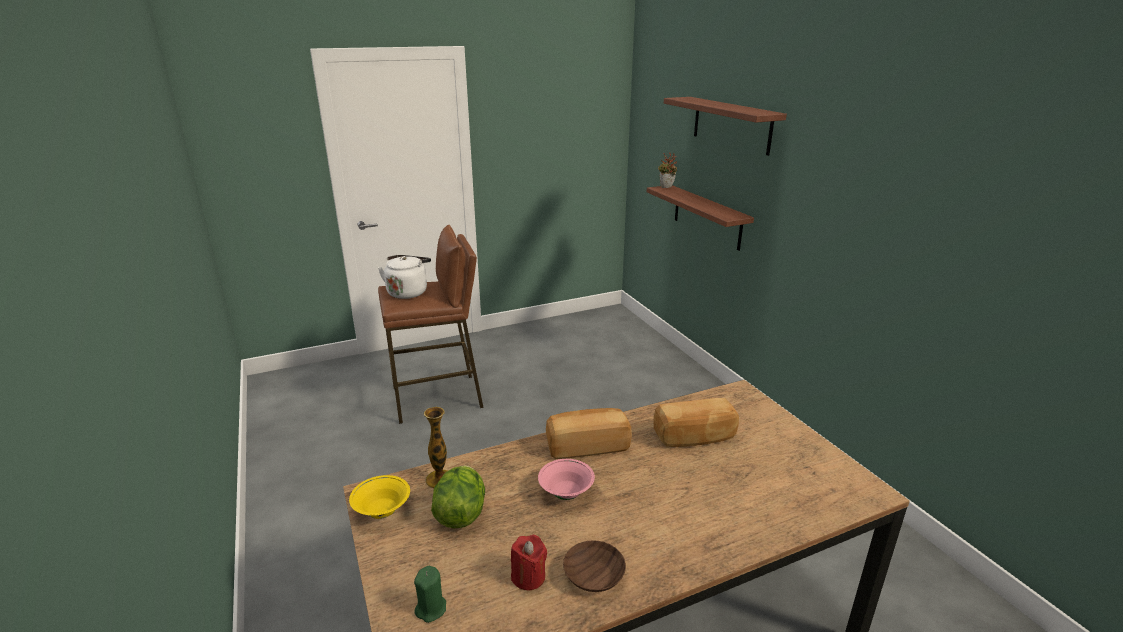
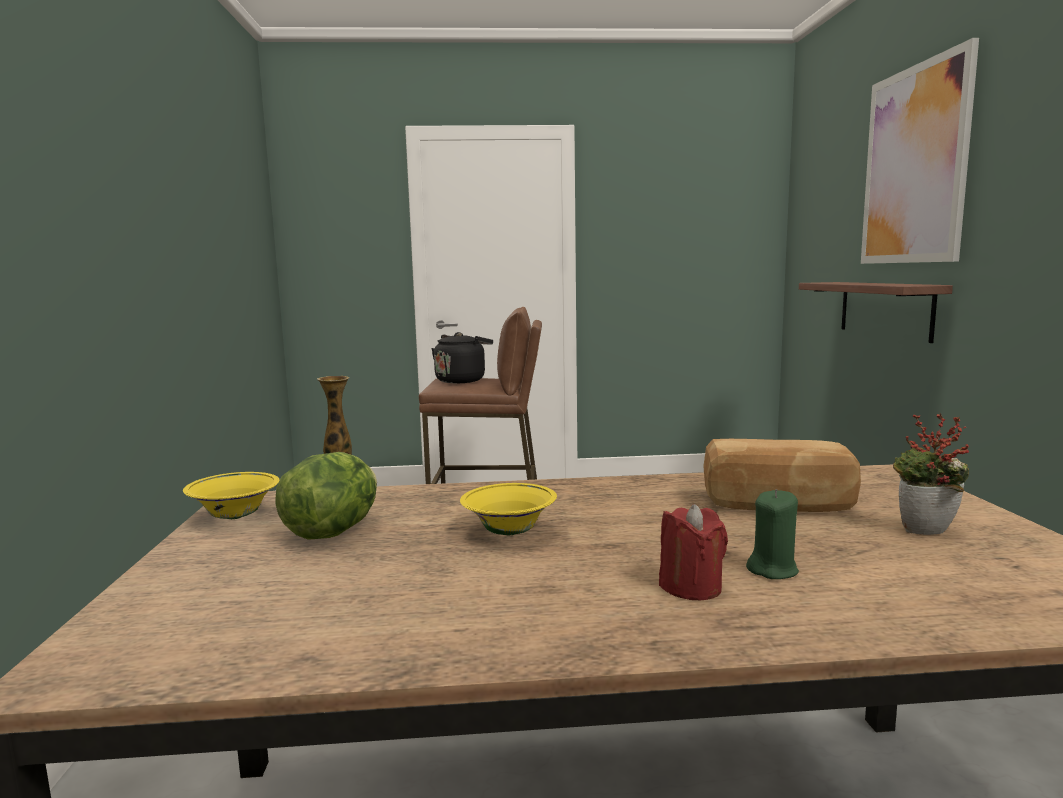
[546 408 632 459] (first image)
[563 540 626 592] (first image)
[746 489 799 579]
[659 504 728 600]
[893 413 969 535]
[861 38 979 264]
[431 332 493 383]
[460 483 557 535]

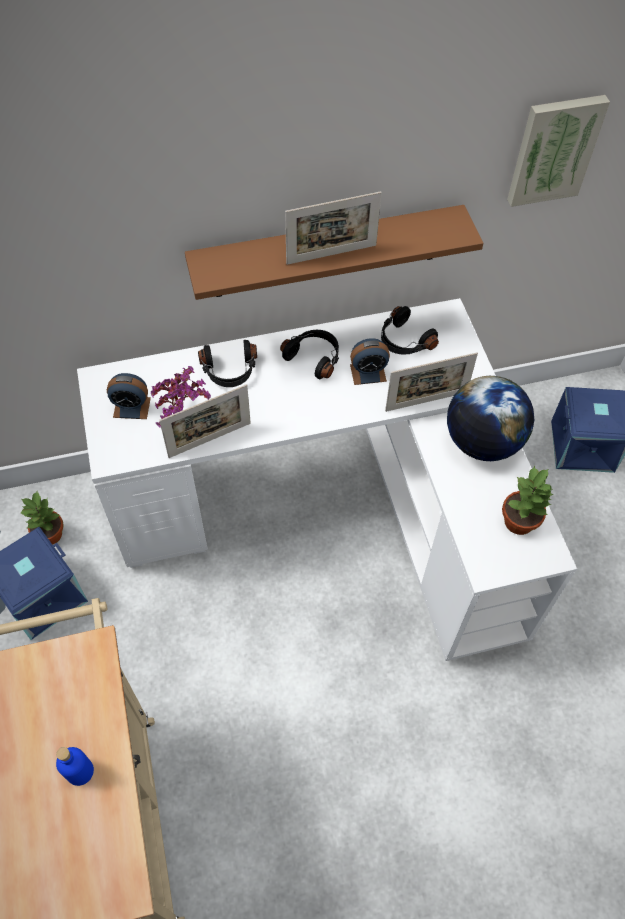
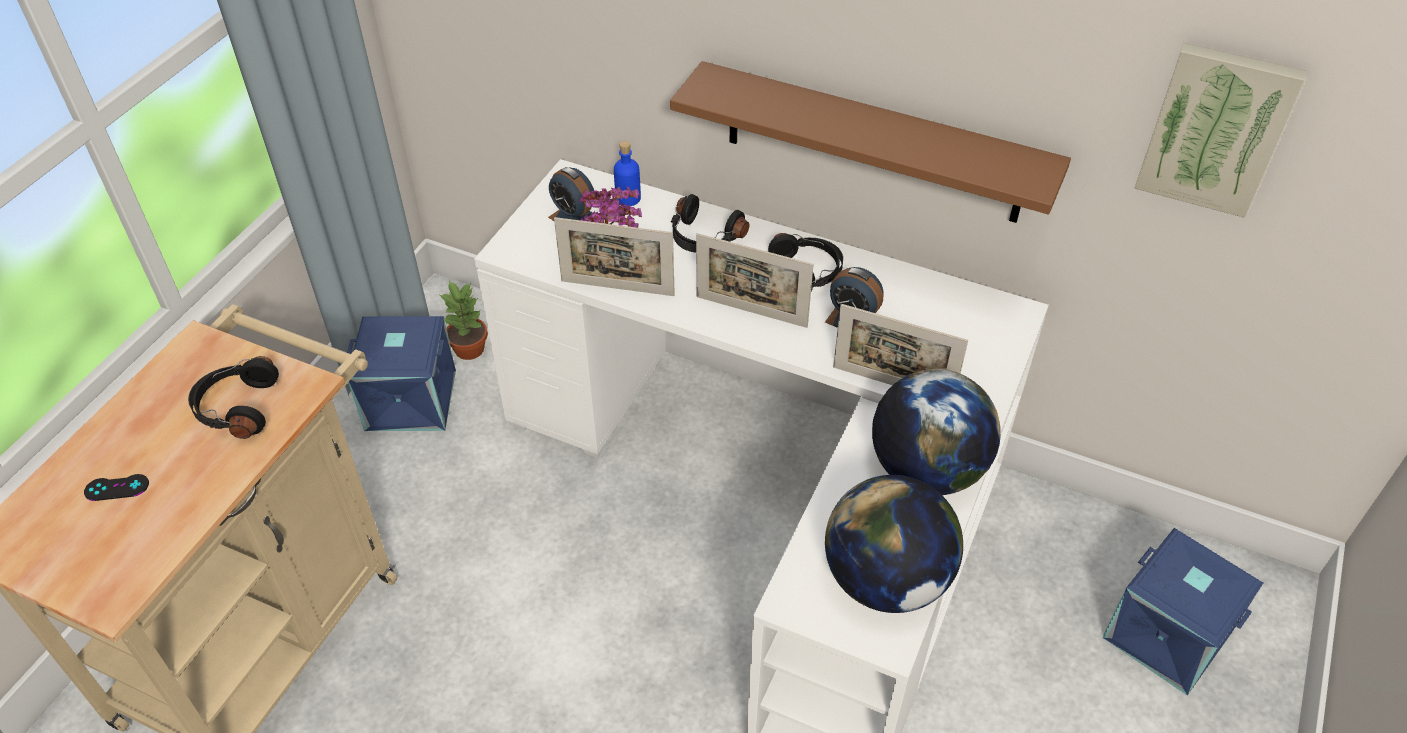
[84 474 149 501]
[614 141 641 206]
[696 233 814 328]
[188 356 279 439]
[825 475 963 613]

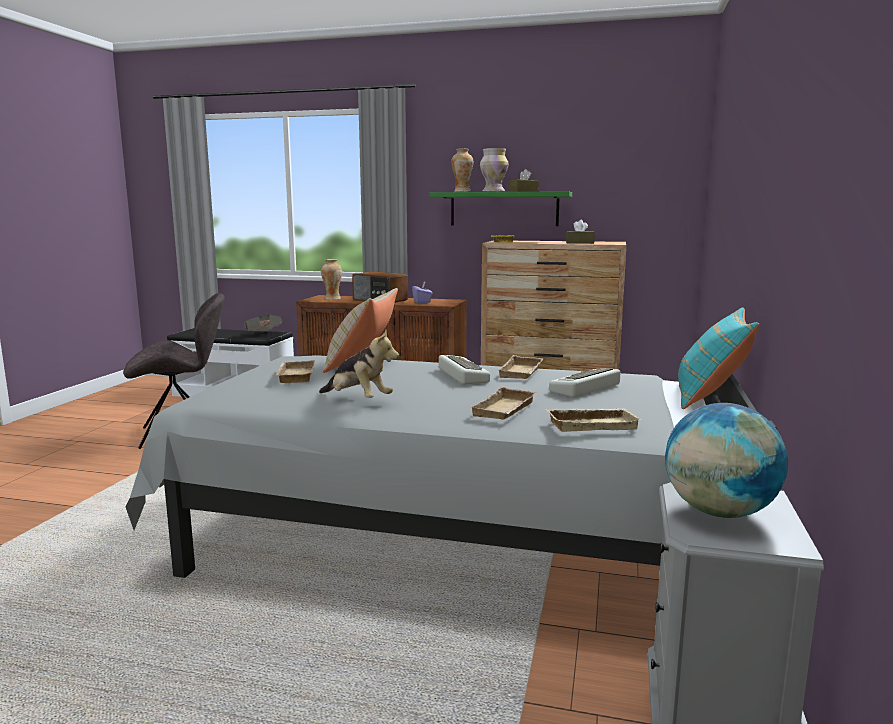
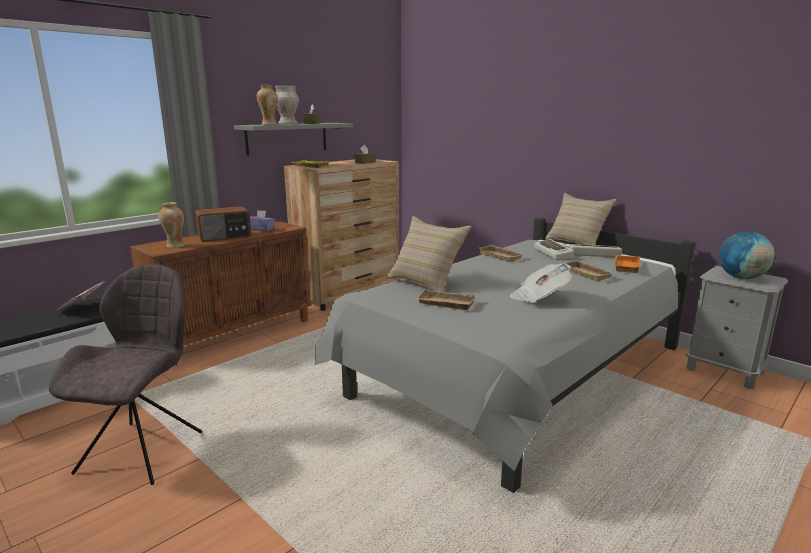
[569 244 622 257]
[510 263 572 303]
[234 123 353 155]
[614 255 641 273]
[545 193 617 245]

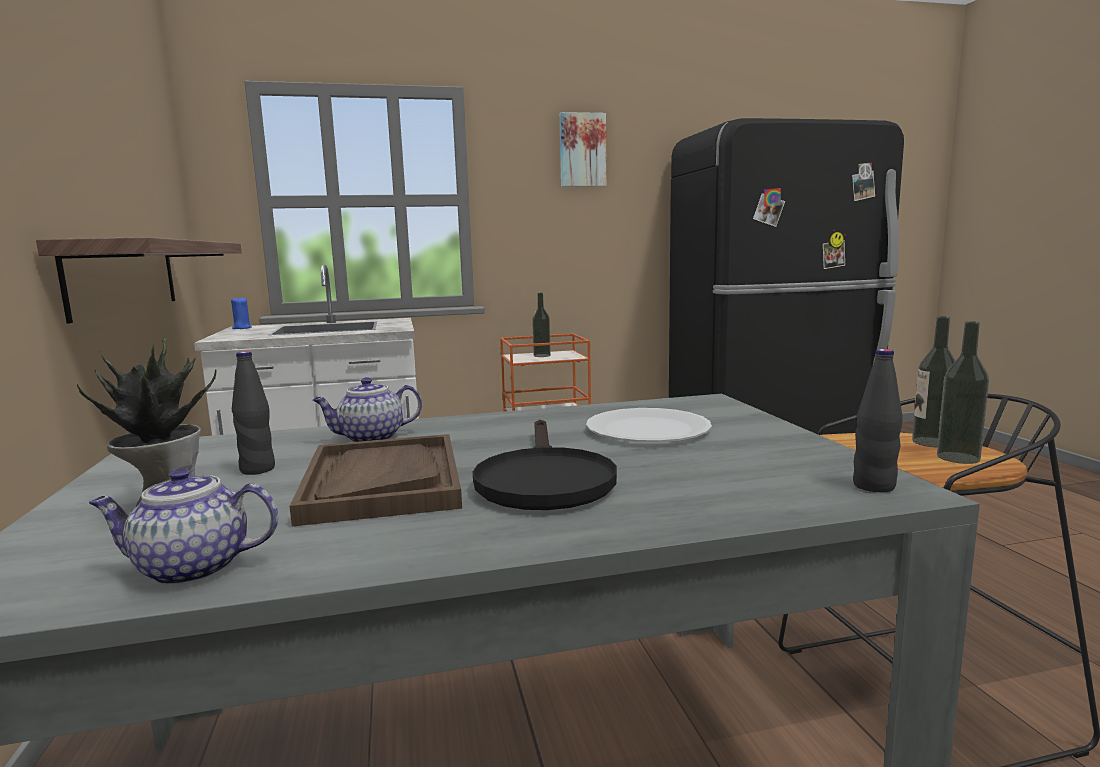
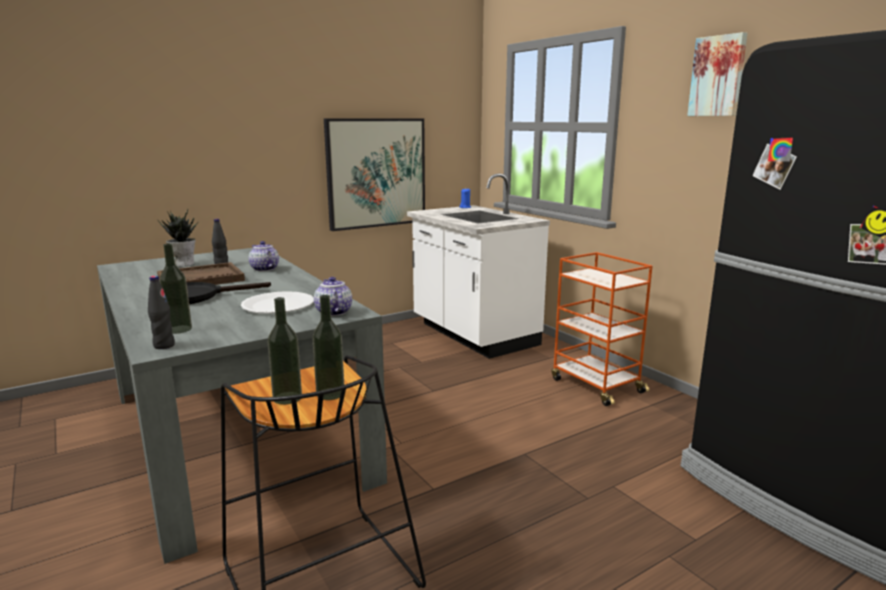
[314 277 352 316]
[159 243 192 334]
[324 118 425 231]

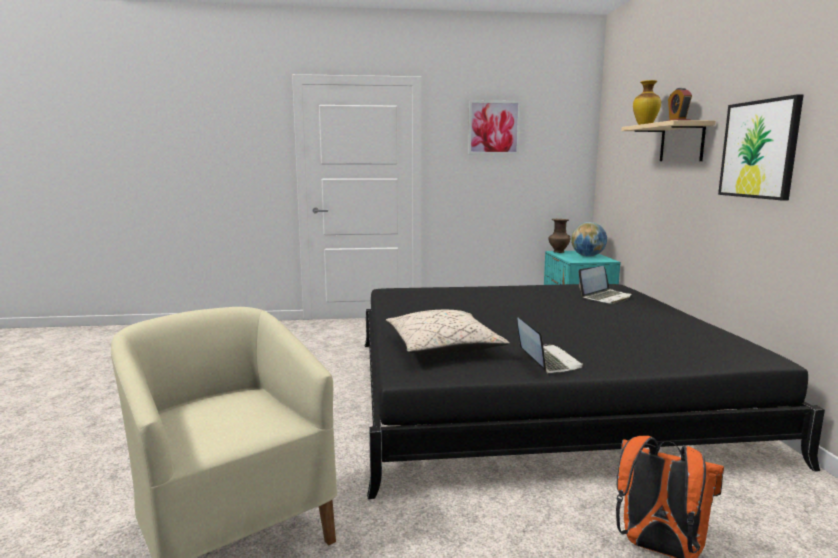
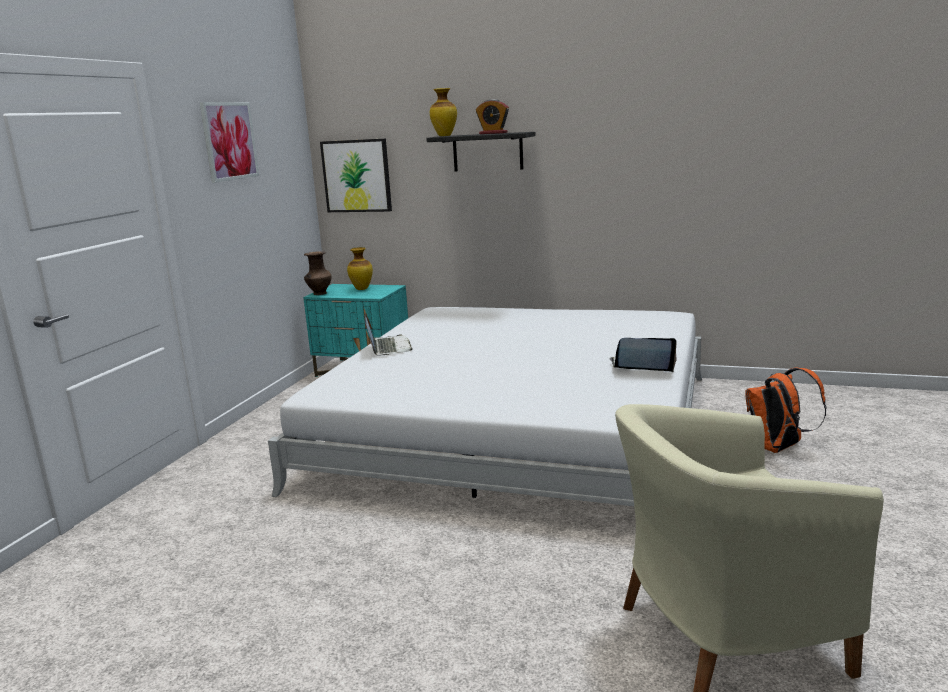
[386 310 510 355] (first image)
[365 314 413 356]
[320 138 392 212]
[347 247 373 290]
[268 307 702 506]
[426 132 536 172]

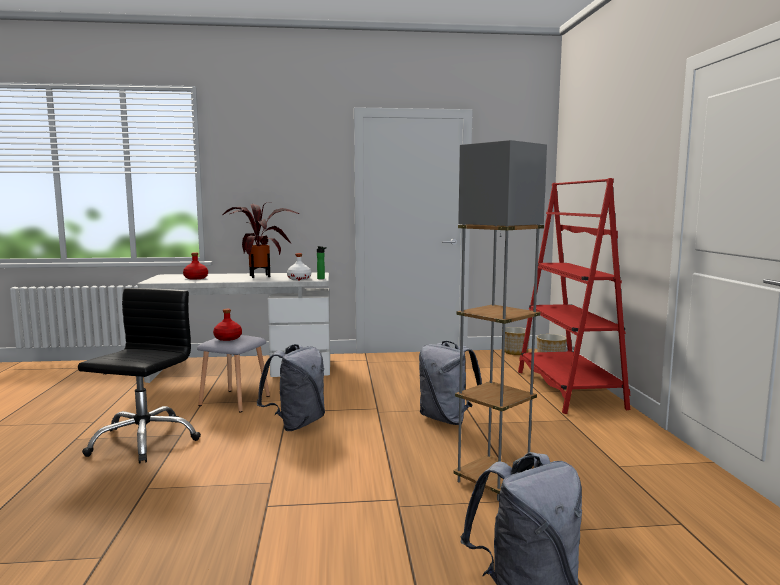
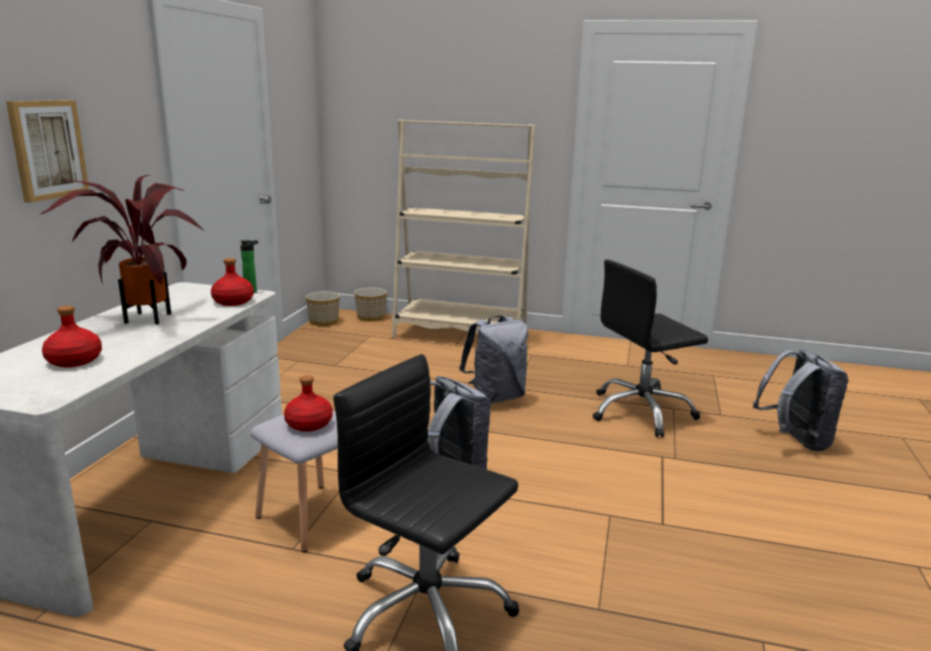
[6 100 89 203]
[593 260 708 437]
[211 258 254 306]
[392 119 536 338]

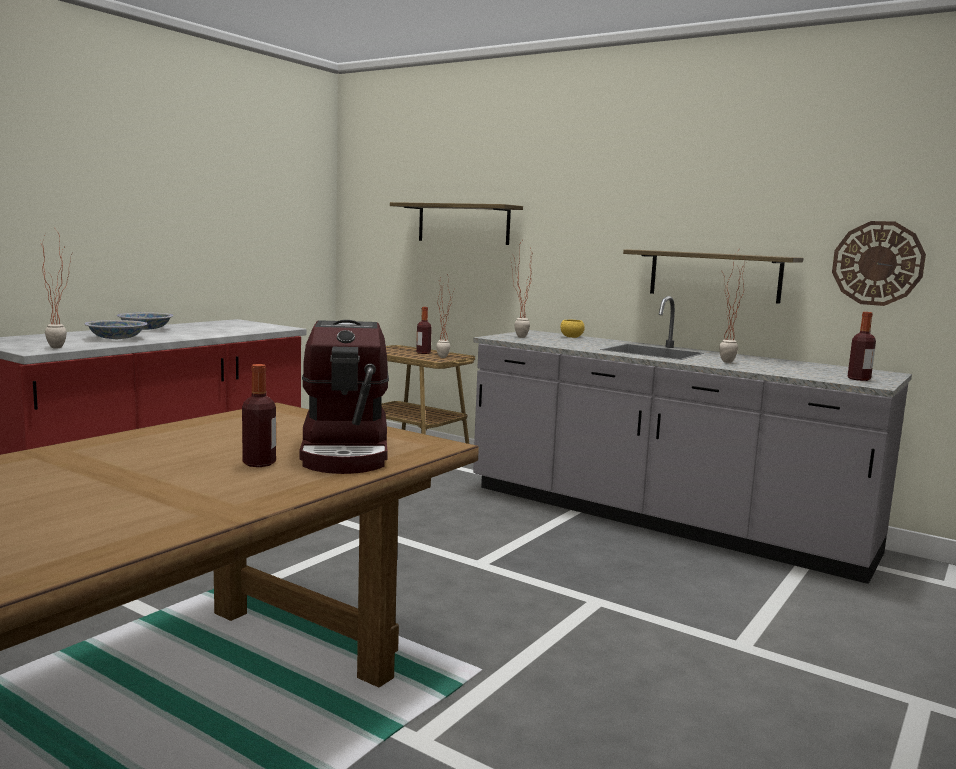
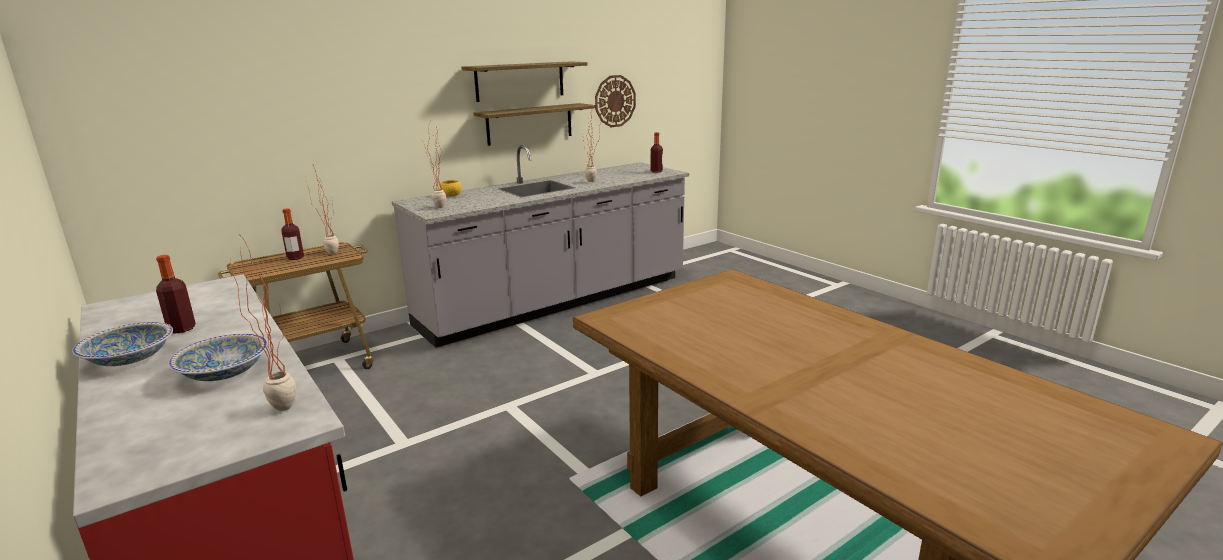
[299 320 389 474] (first image)
[156 255 196 334]
[461 61 588 102]

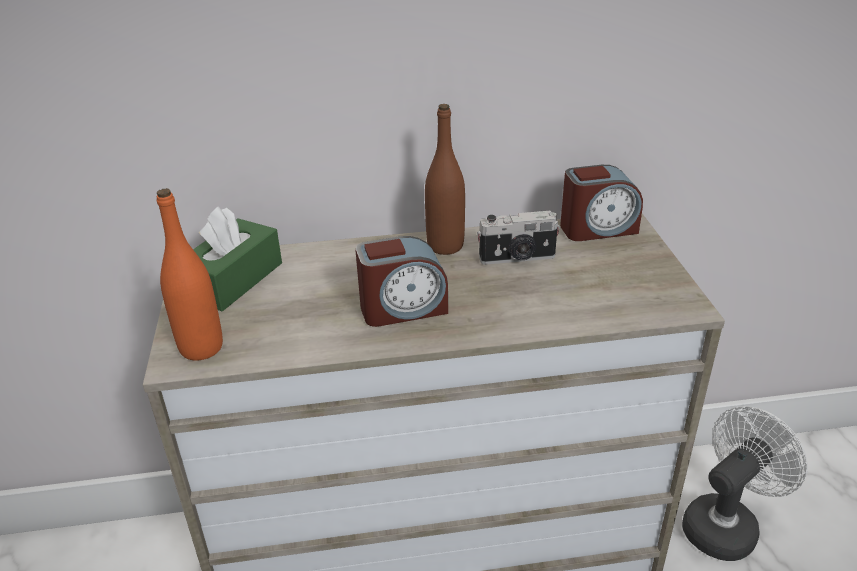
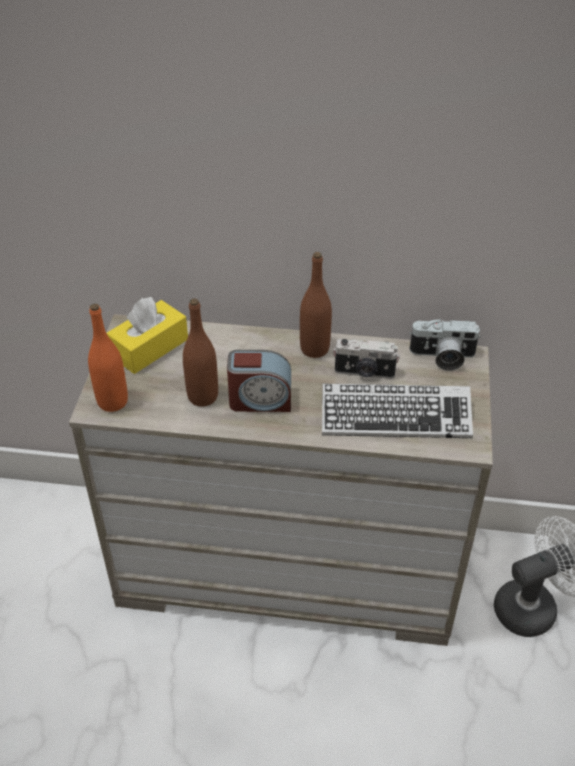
[183 298 218 406]
[322 384 473 438]
[409 319 481 371]
[107 297 188 374]

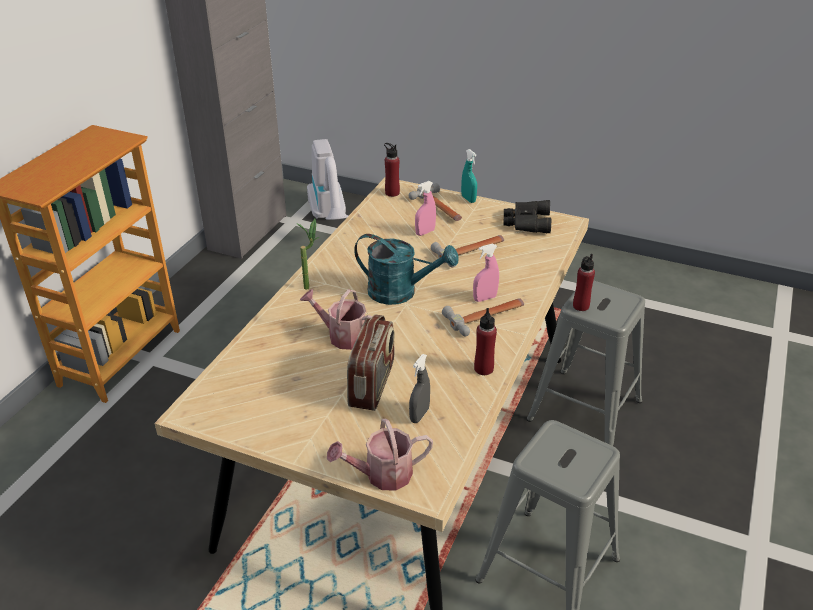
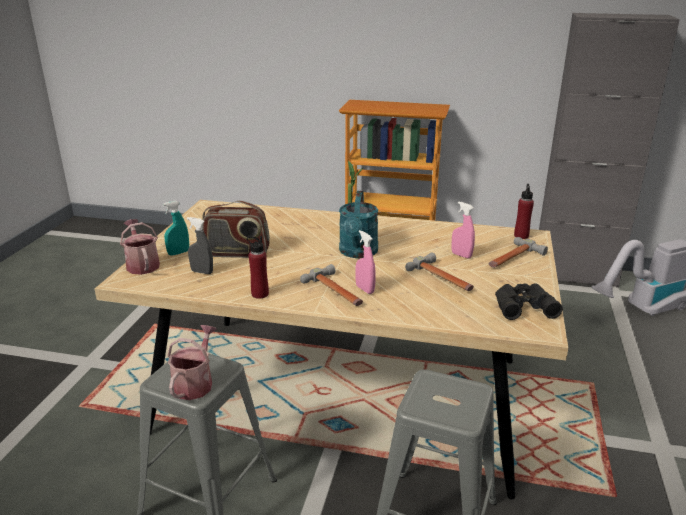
[573 254 595 311] (first image)
[168 325 217 400]
[163 201 189 256]

